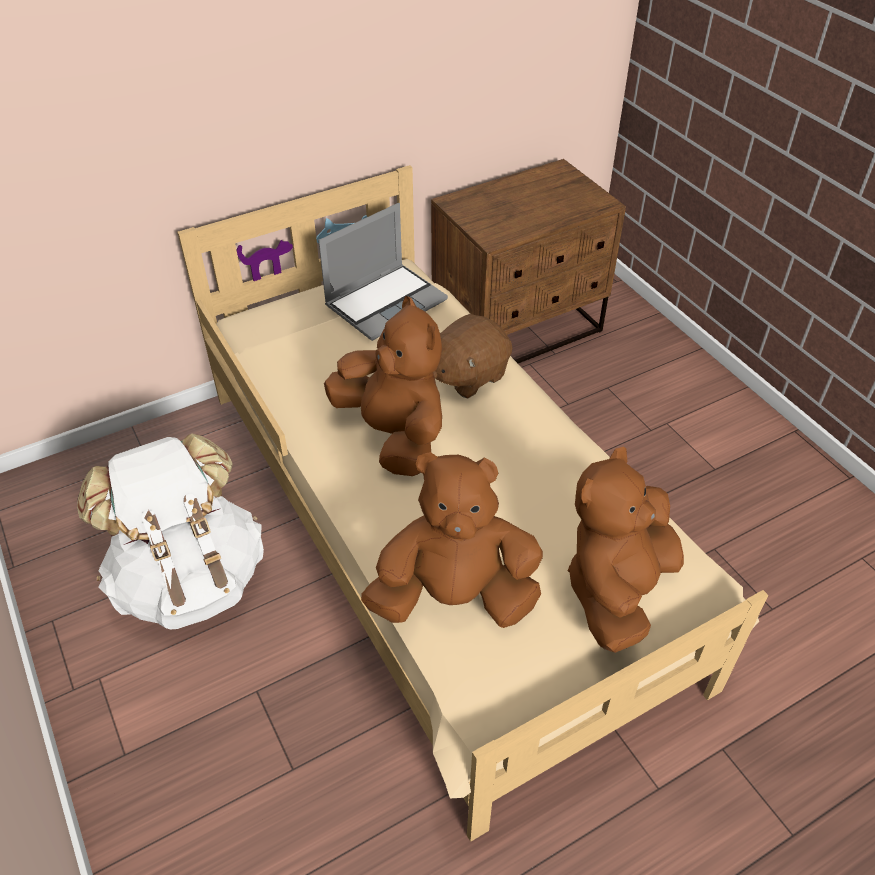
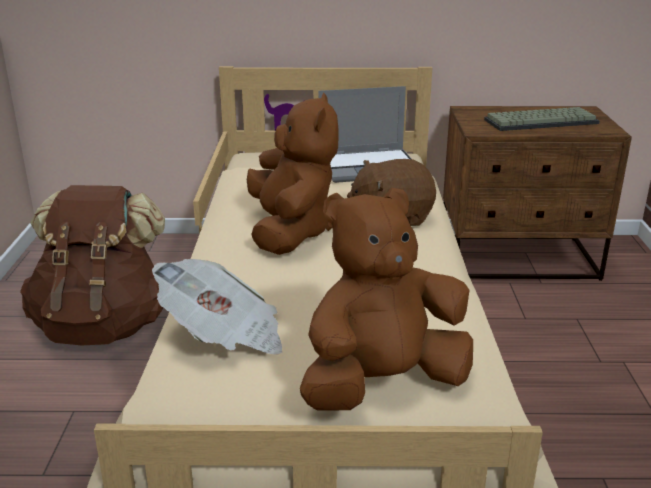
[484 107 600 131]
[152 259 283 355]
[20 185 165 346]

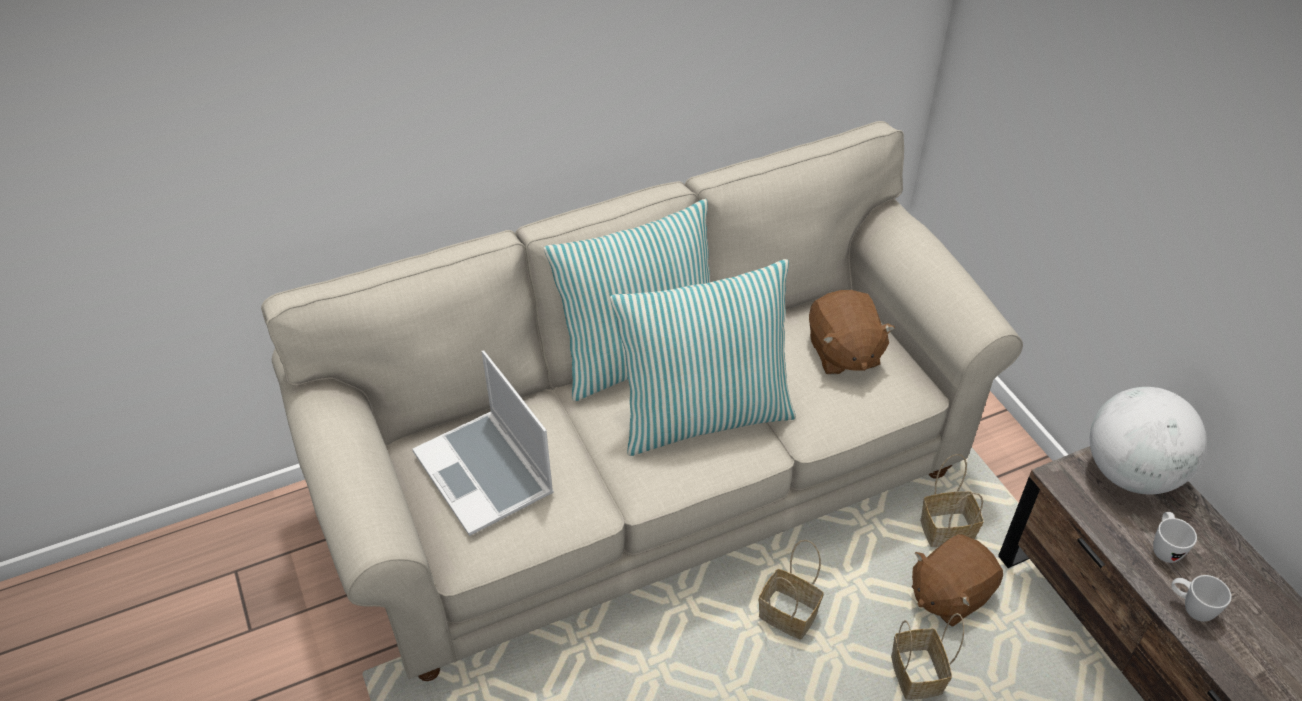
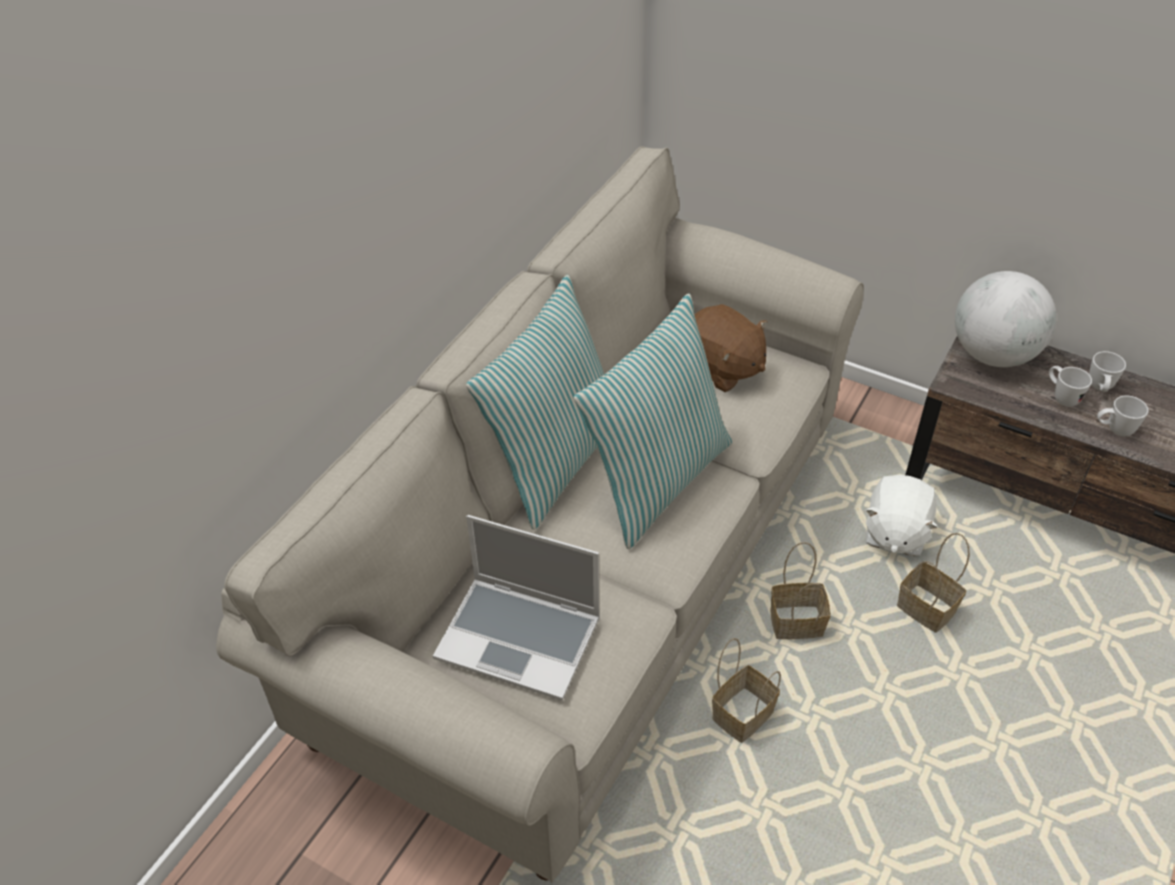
[1089 351 1126 392]
[712 638 781 743]
[865 475 938 556]

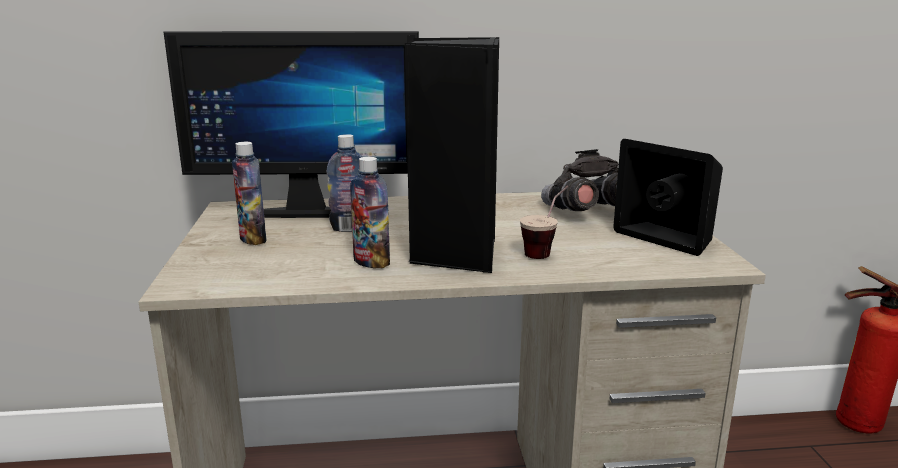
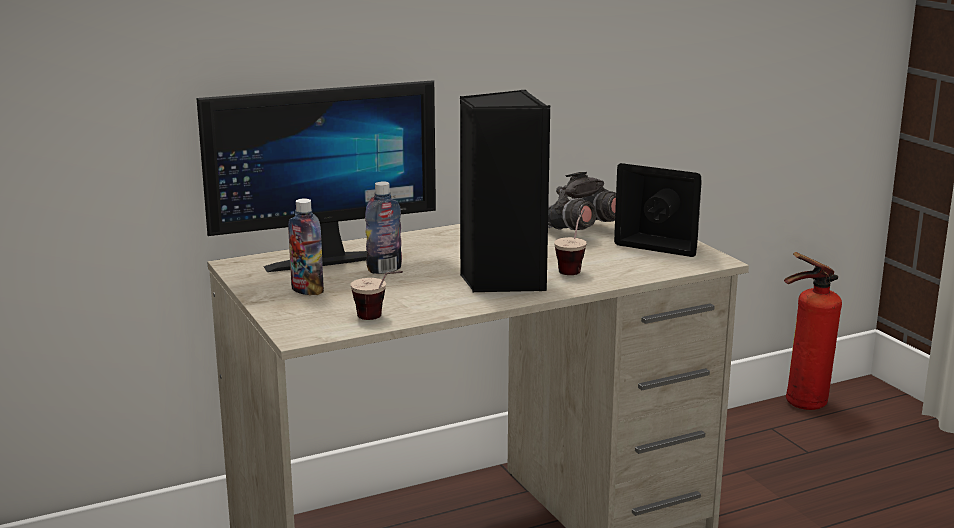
[350 157 390 268] (first image)
[351 271 403 320]

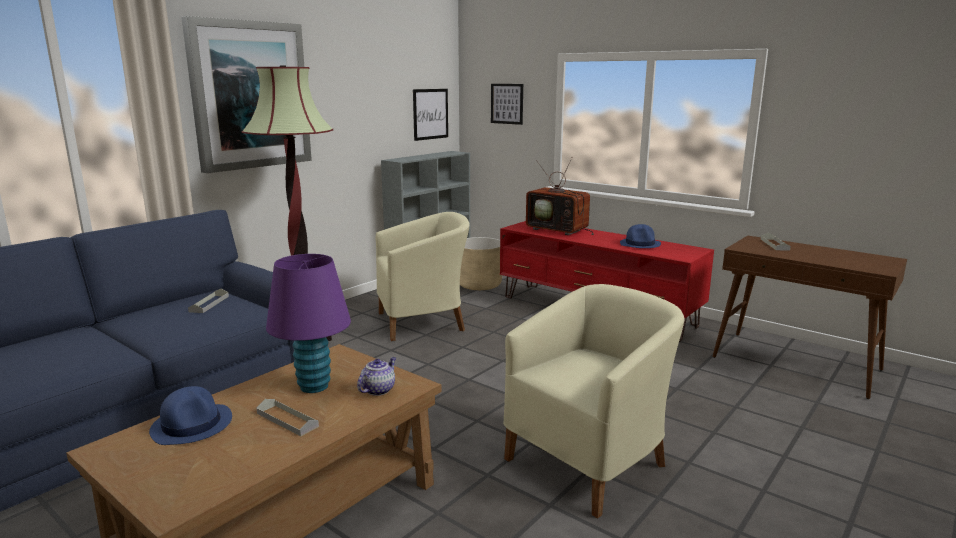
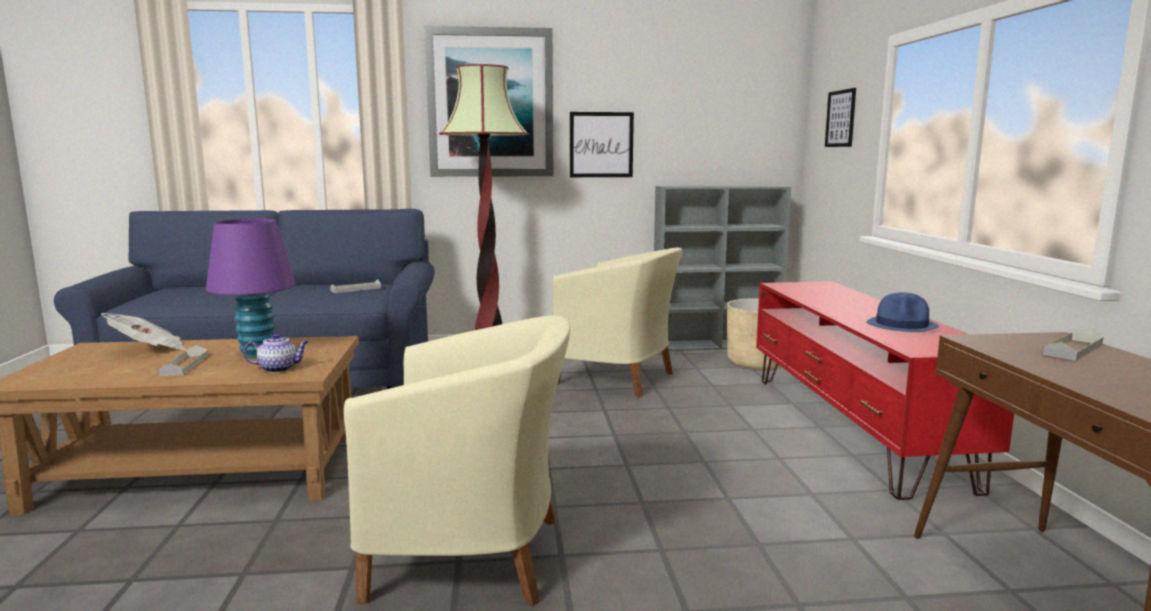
[526 158 594 235] (first image)
[570 112 634 177]
[101 313 186 350]

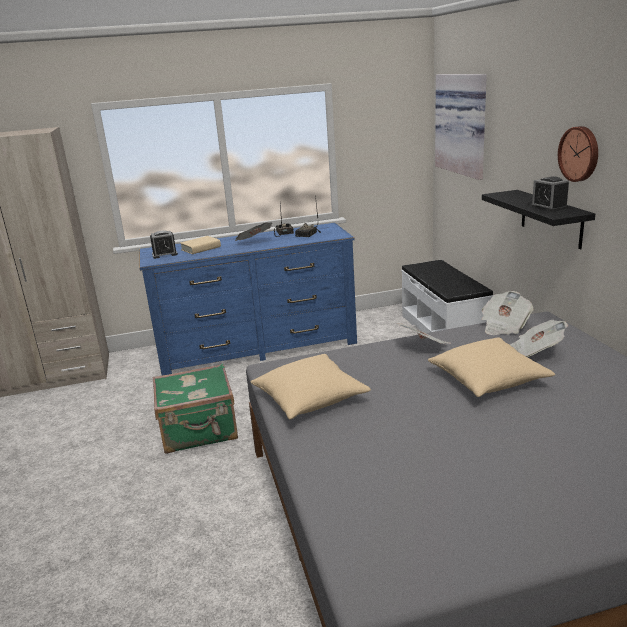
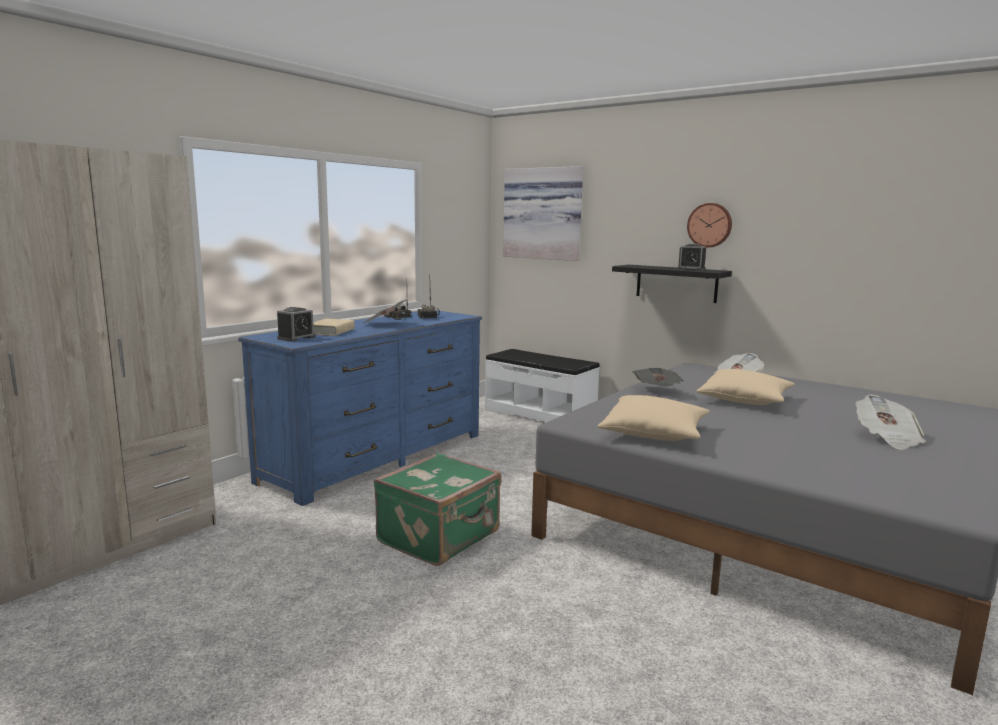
[856 395 926 450]

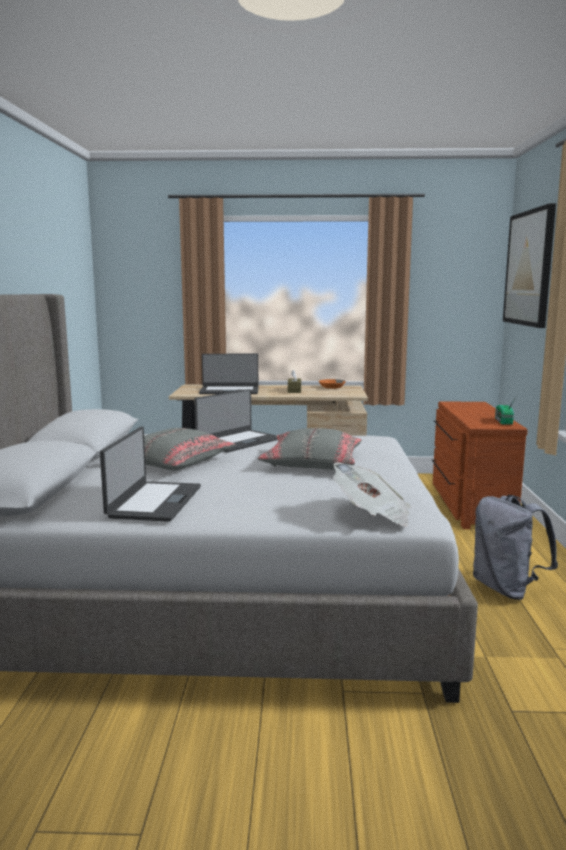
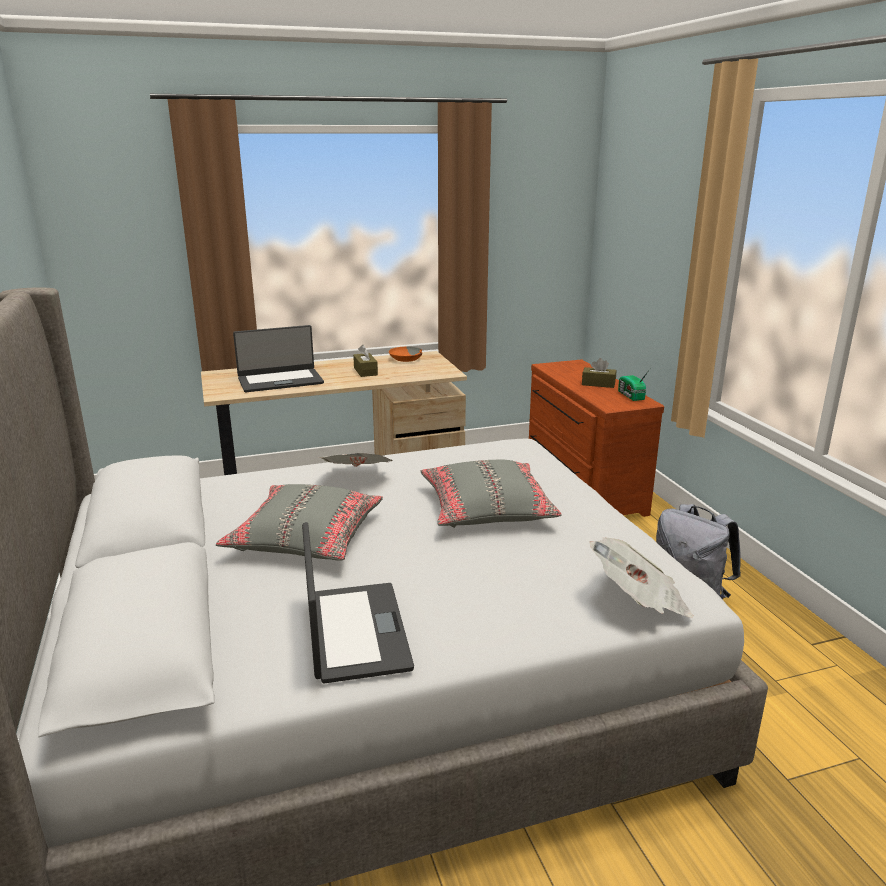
[503 203 556 328] (first image)
[582 358 616 388]
[319 453 393 467]

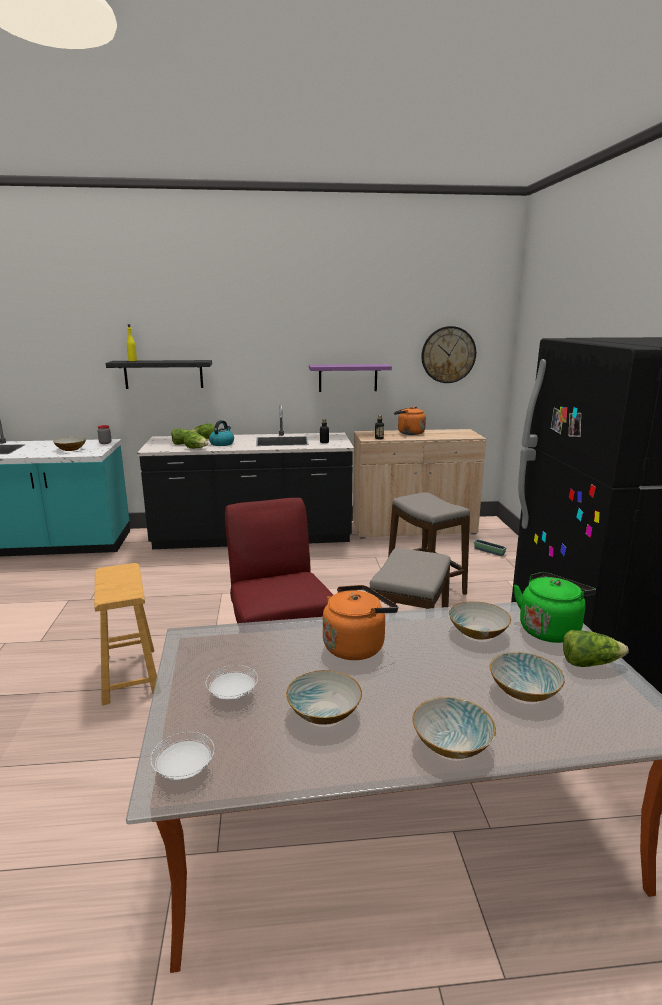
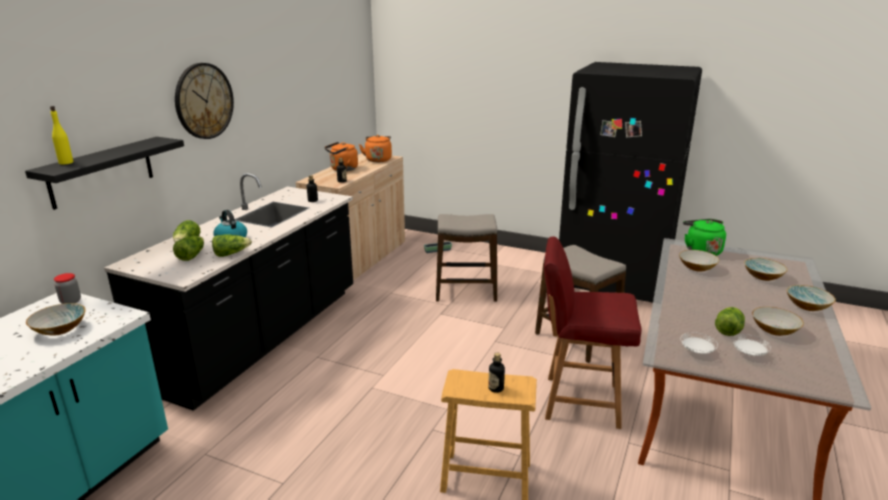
[309 364 392 392] (first image)
[488 353 505 393]
[680 332 718 354]
[359 135 392 162]
[175 63 234 139]
[715 307 745 336]

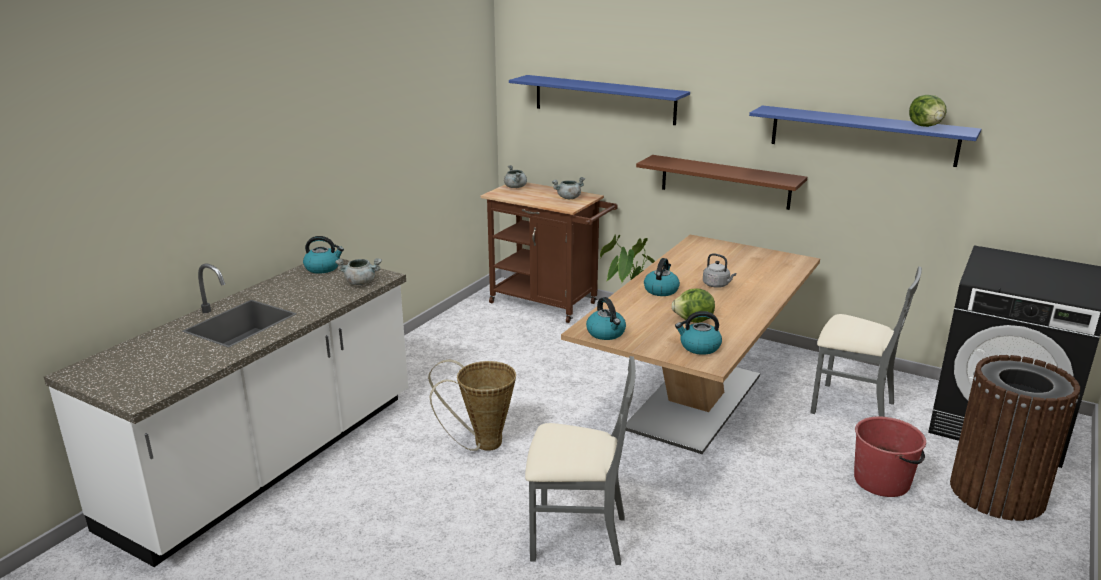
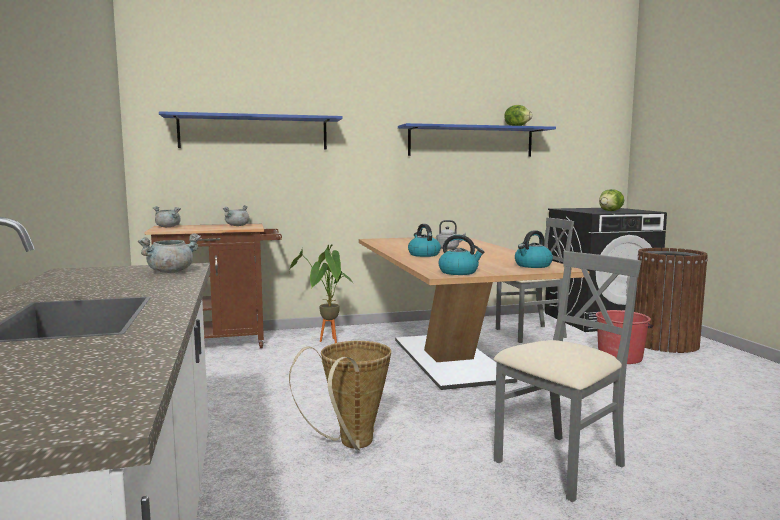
[303 236 344 274] (first image)
[636 155 807 210] (first image)
[599 189 624 211]

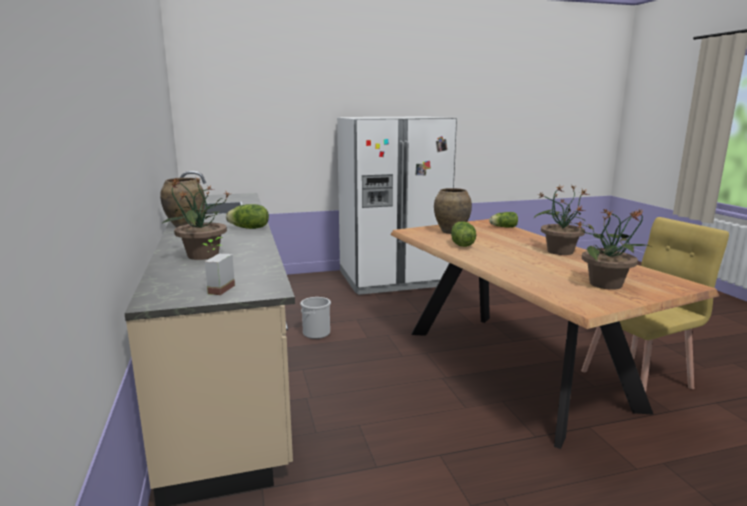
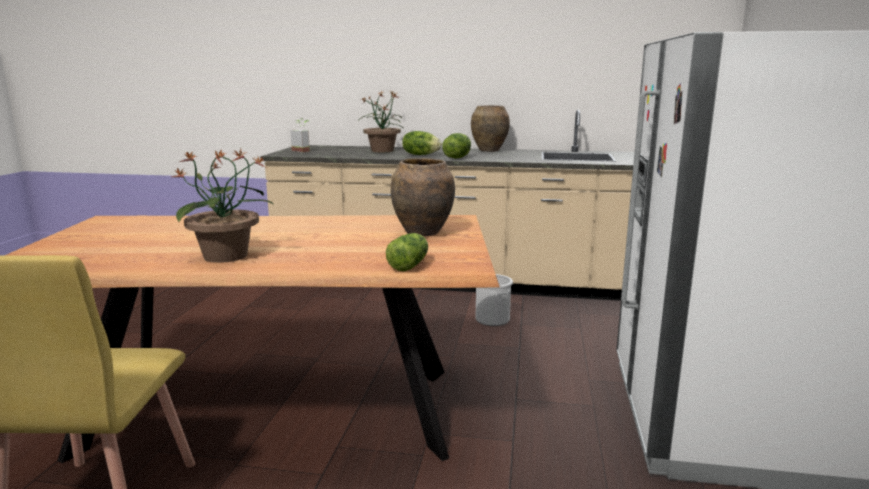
[576 208 652 290] (first image)
[402 131 442 155]

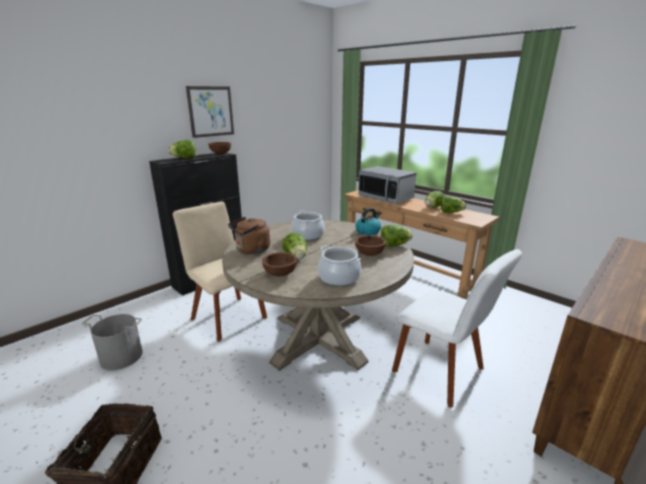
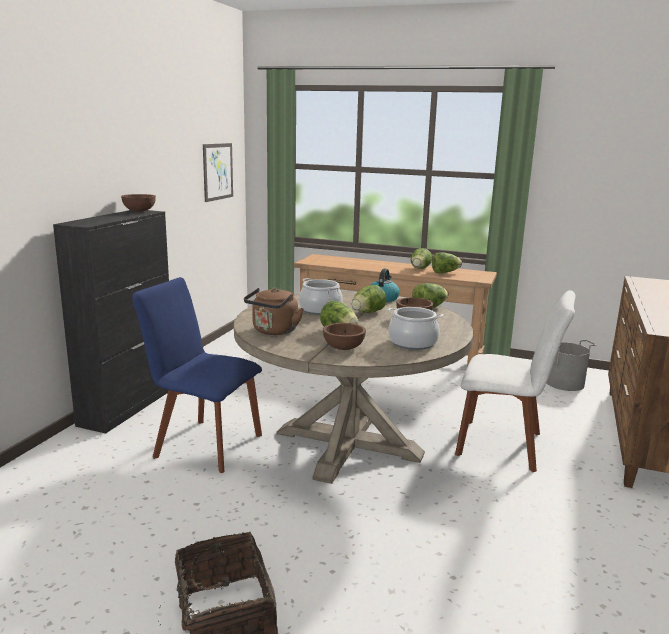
[358 166 417 204] (first image)
[547 340 596 391]
[352 285 386 313]
[203 143 233 202]
[132 277 262 473]

